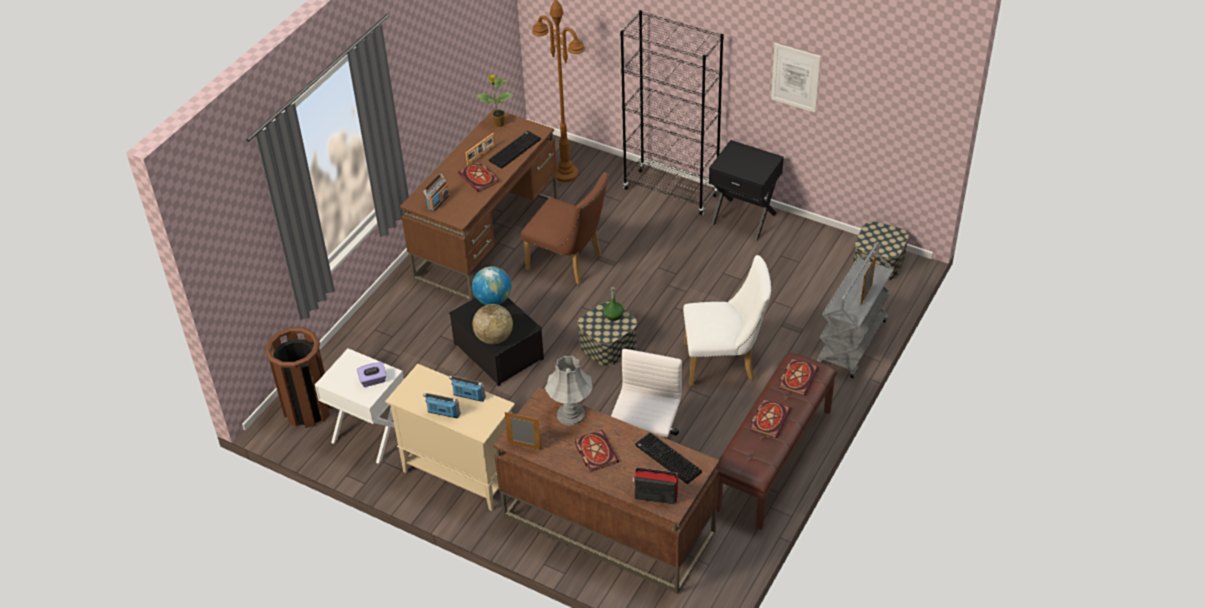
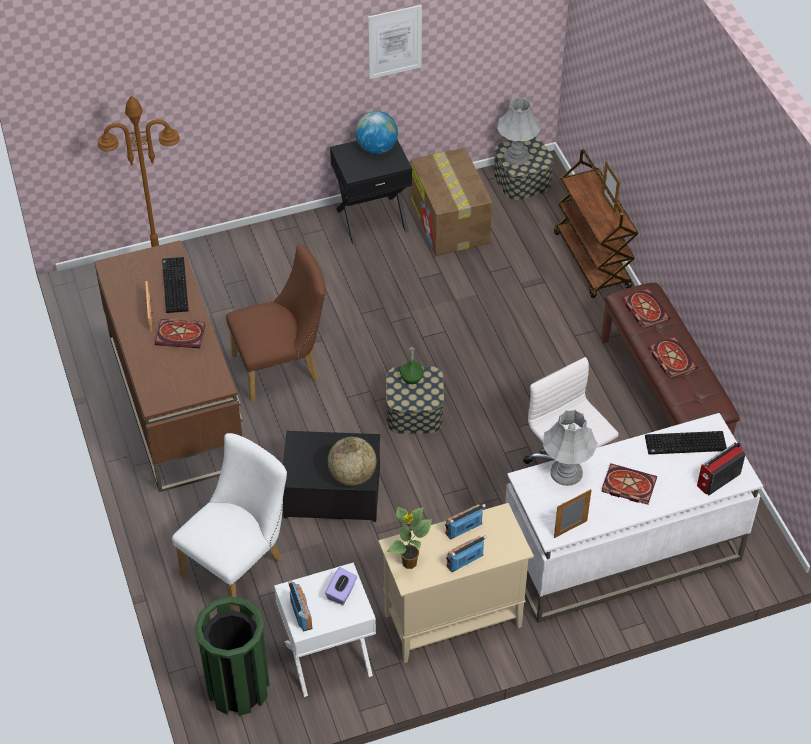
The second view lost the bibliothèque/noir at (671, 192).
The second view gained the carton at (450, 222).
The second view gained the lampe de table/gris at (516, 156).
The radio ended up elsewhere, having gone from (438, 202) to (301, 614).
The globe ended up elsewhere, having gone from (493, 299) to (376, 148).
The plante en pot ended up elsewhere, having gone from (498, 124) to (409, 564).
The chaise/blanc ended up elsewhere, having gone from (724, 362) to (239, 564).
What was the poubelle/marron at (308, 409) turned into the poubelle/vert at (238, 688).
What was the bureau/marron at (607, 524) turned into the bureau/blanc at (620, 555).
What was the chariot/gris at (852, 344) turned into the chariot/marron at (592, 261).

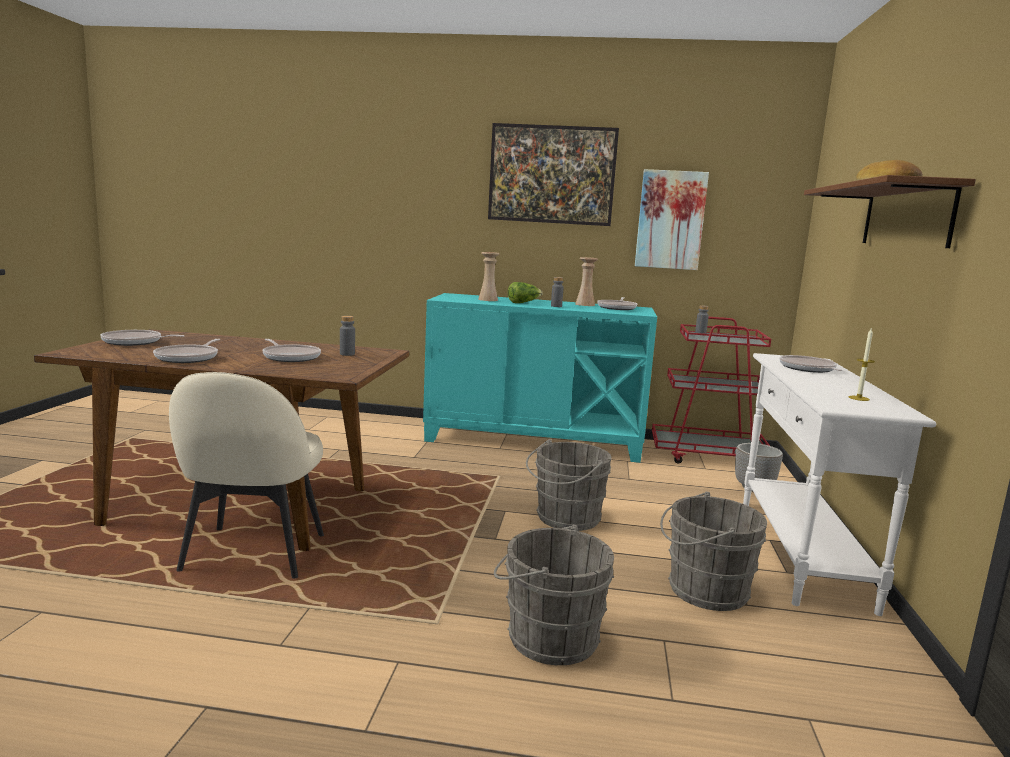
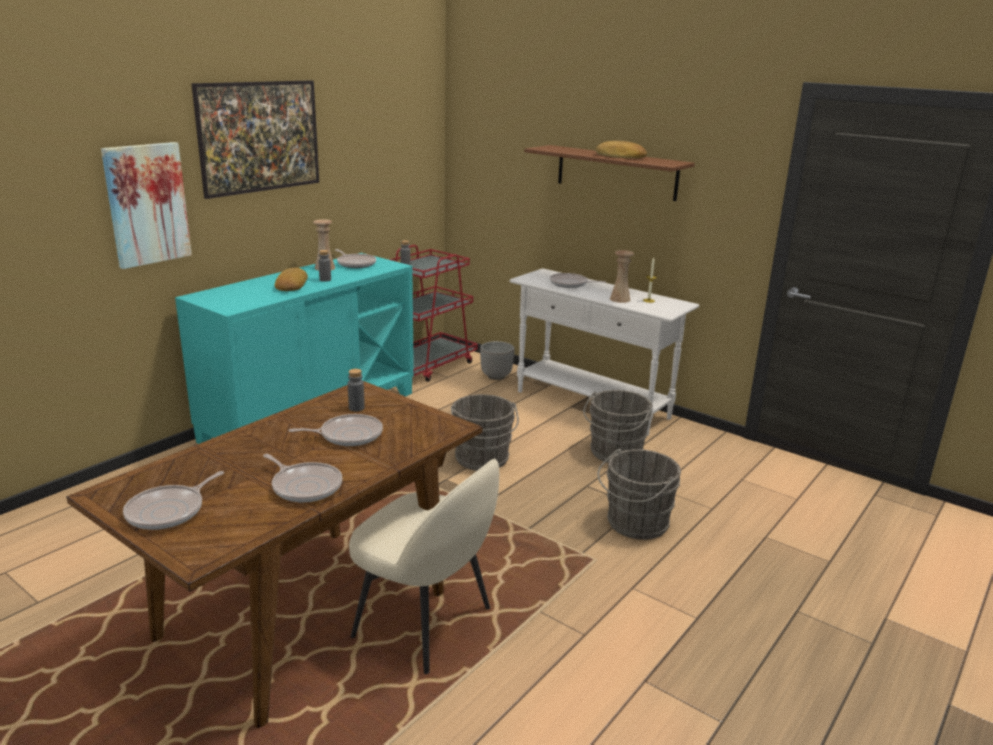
The vase/beige ended up elsewhere, having gone from (488, 299) to (620, 299).
The tableau ended up elsewhere, having gone from (670, 220) to (147, 204).
Where the laitue stood at (523, 303), the pain came to stand at (291, 285).

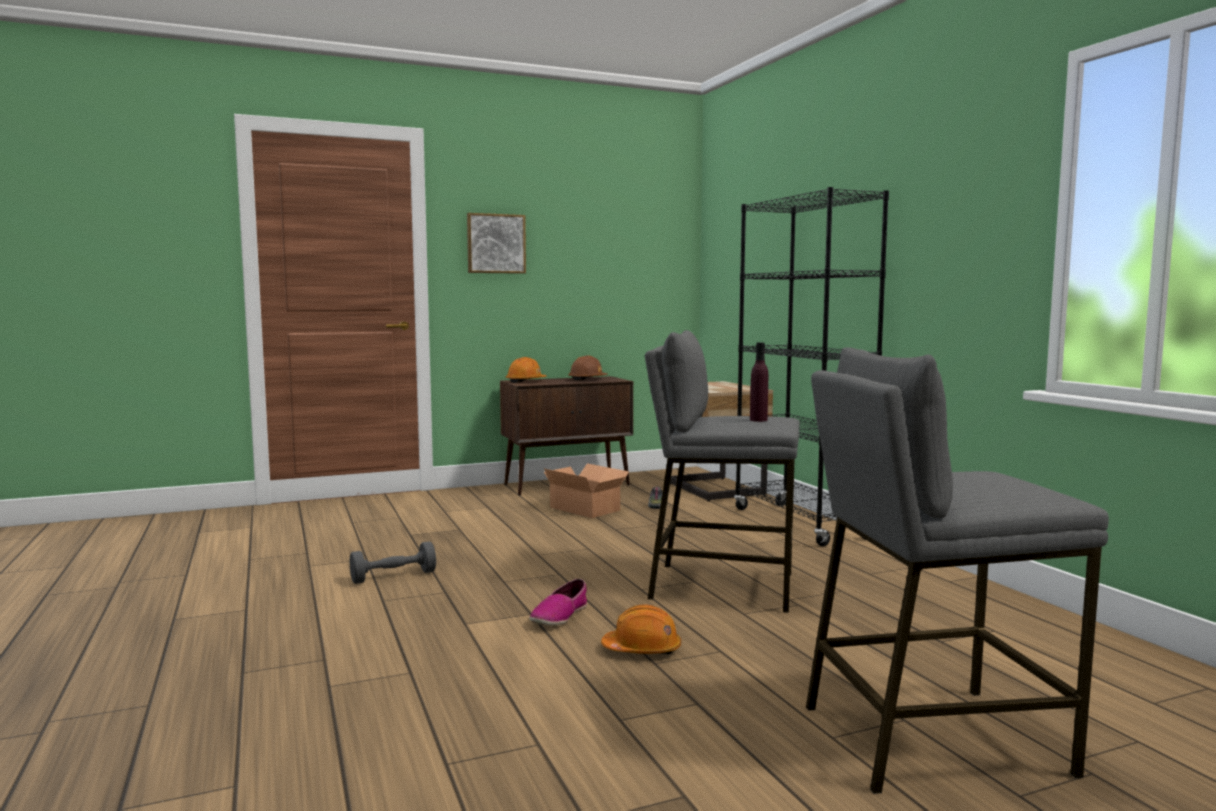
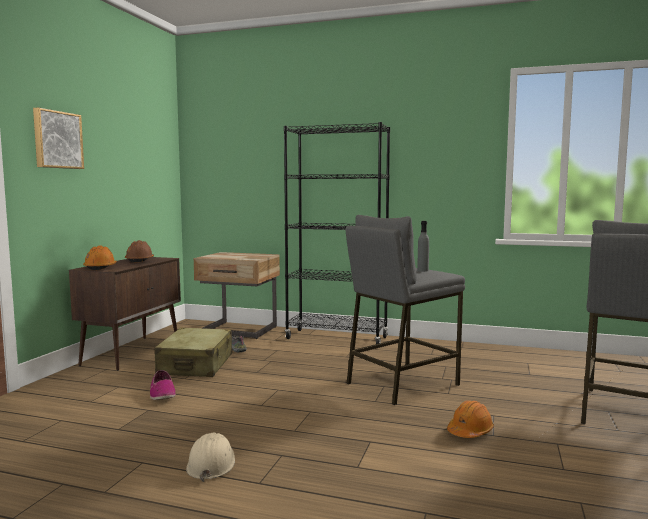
The chaussure ended up elsewhere, having gone from (559, 616) to (162, 394).
Where the haltère/gris stood at (393, 577), the casque de chantier/beige came to stand at (211, 464).
Where the carton stood at (585, 508), the valise/beige came to stand at (196, 365).
What was the bouteille/violet at (758, 420) turned into the bouteille/gris at (422, 270).

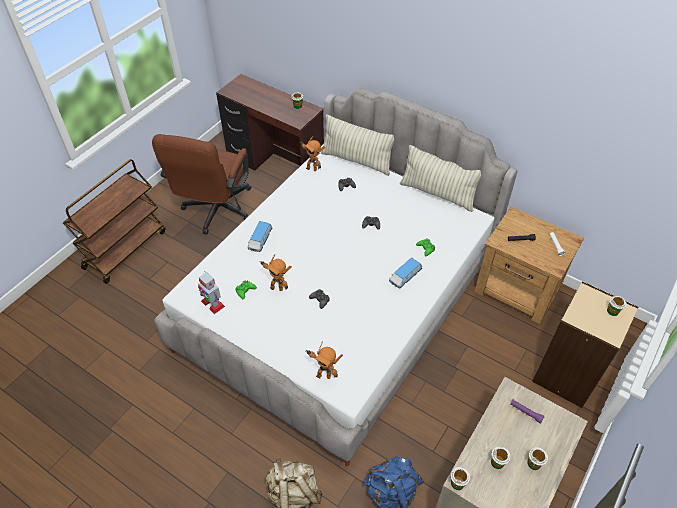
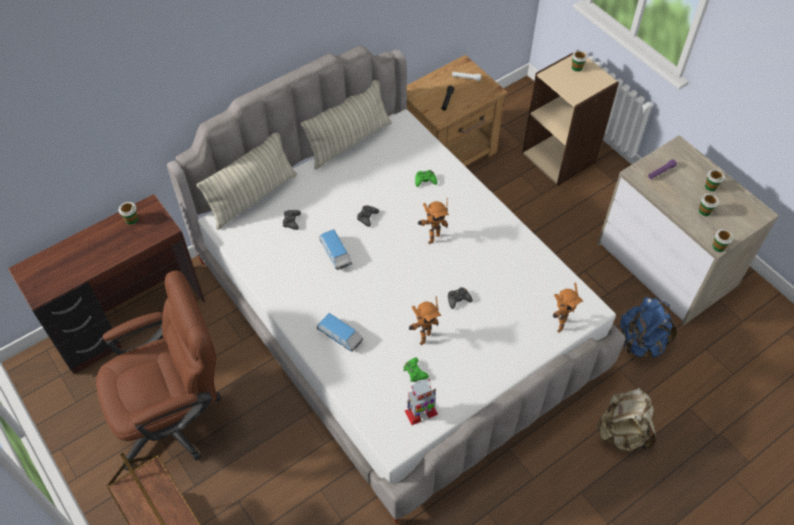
The robot jouet ended up elsewhere, having gone from (312, 168) to (432, 237).
The petite voiture ended up elsewhere, having gone from (405, 277) to (335, 254).
The chaise de bureau/marron at (216, 212) ended up facing another way, 60 degrees counterclockwise from before.

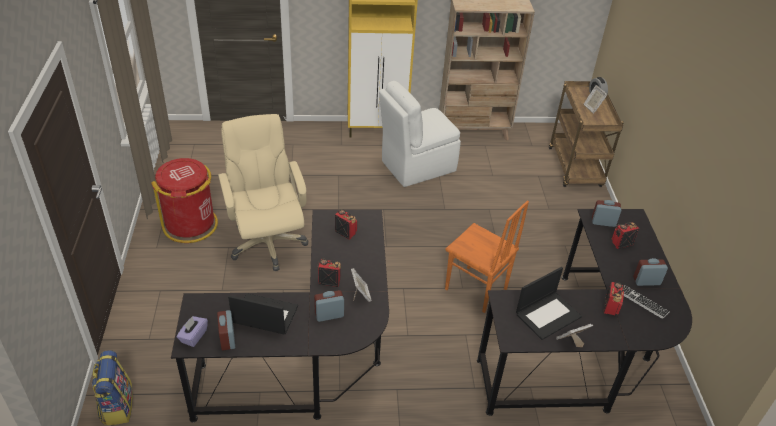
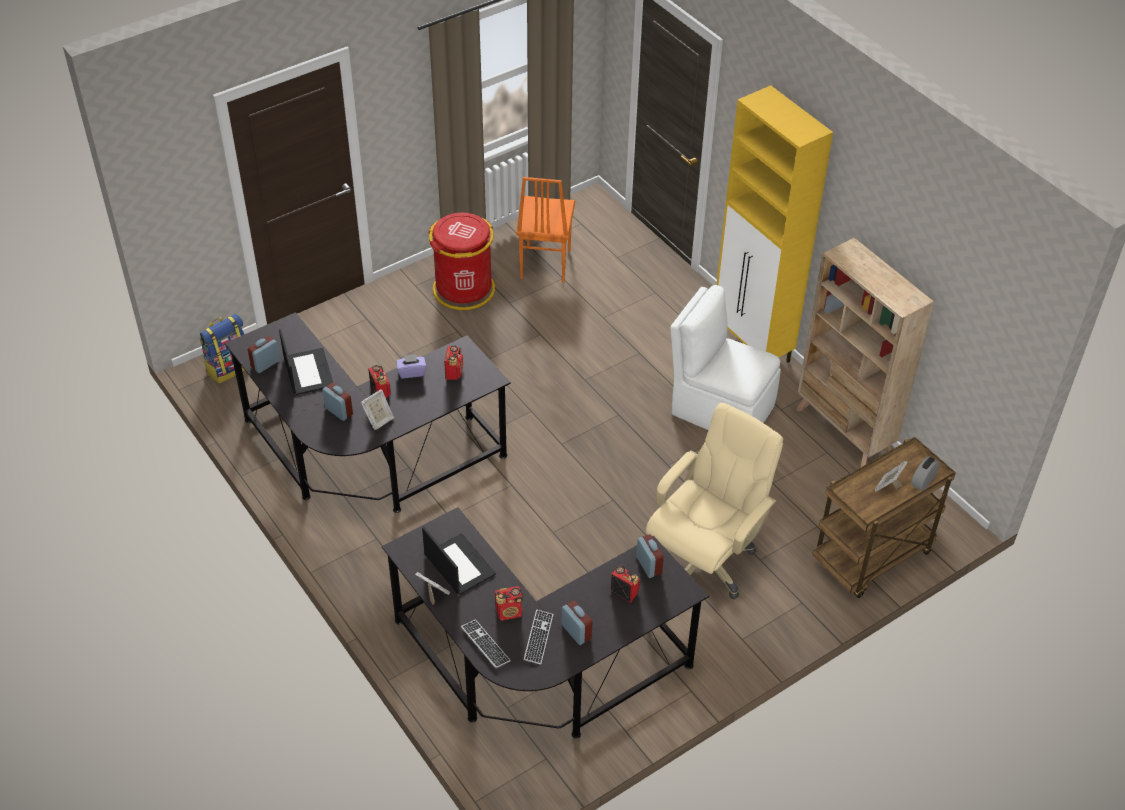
The second view gained the clavier at (485, 644).
The boîte à mouchoirs/violet ended up elsewhere, having gone from (193, 336) to (411, 372).
The chaise de bureau/beige ended up elsewhere, having gone from (267, 242) to (704, 561).
The chaise/orange ended up elsewhere, having gone from (475, 290) to (544, 264).
The ordinateur portable at (548, 315) ended up facing another way, 150 degrees counterclockwise from before.

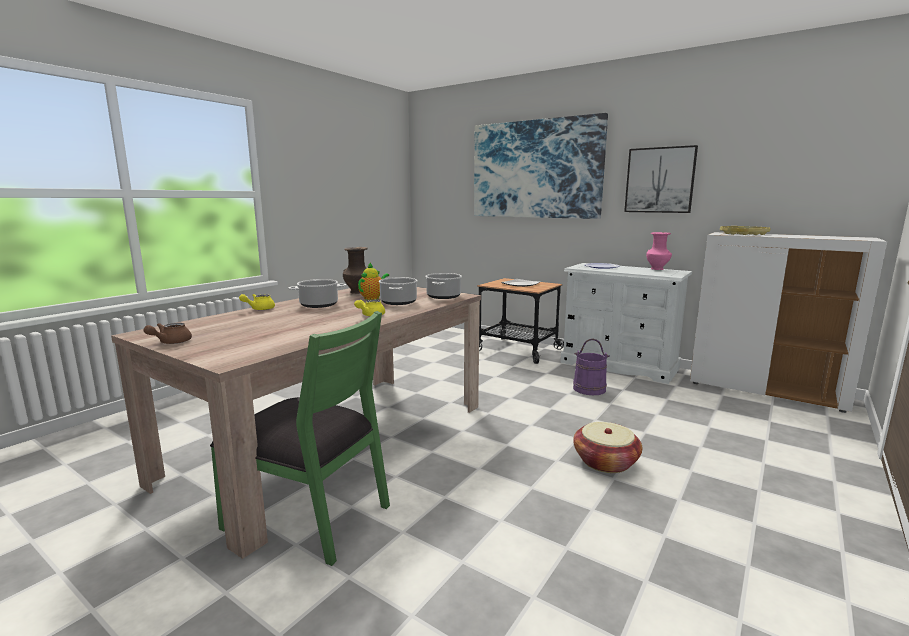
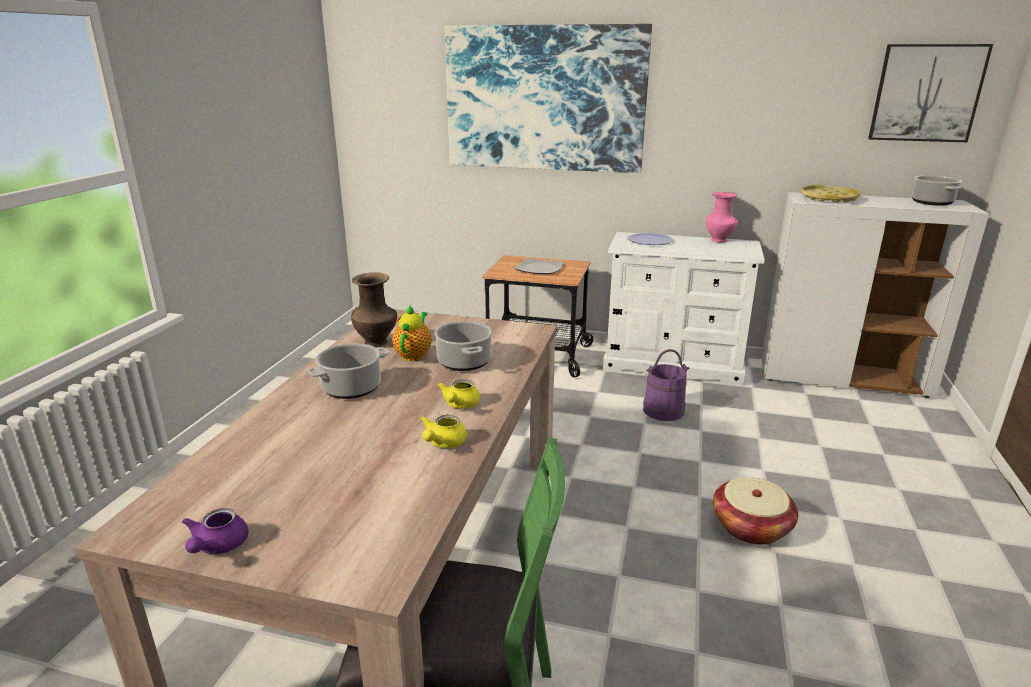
The théière/jaune ended up elsewhere, having gone from (259, 309) to (443, 443).
The marmite ended up elsewhere, having gone from (443, 296) to (931, 202).
The tableau ended up elsewhere, having gone from (659, 180) to (926, 93).
What was the théière/marron at (170, 342) turned into the théière/violet at (217, 546).

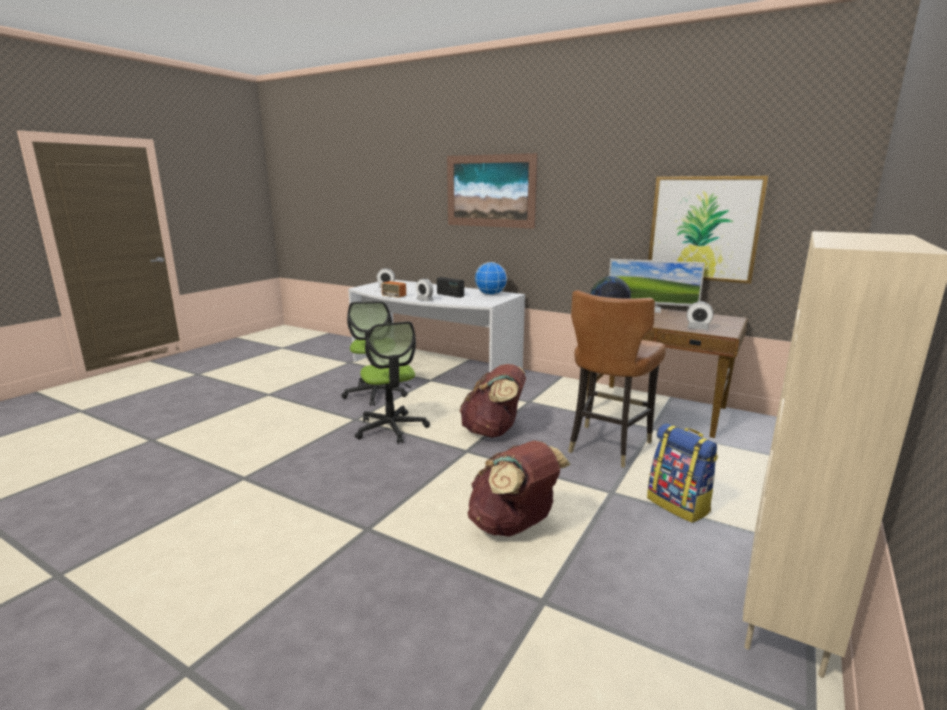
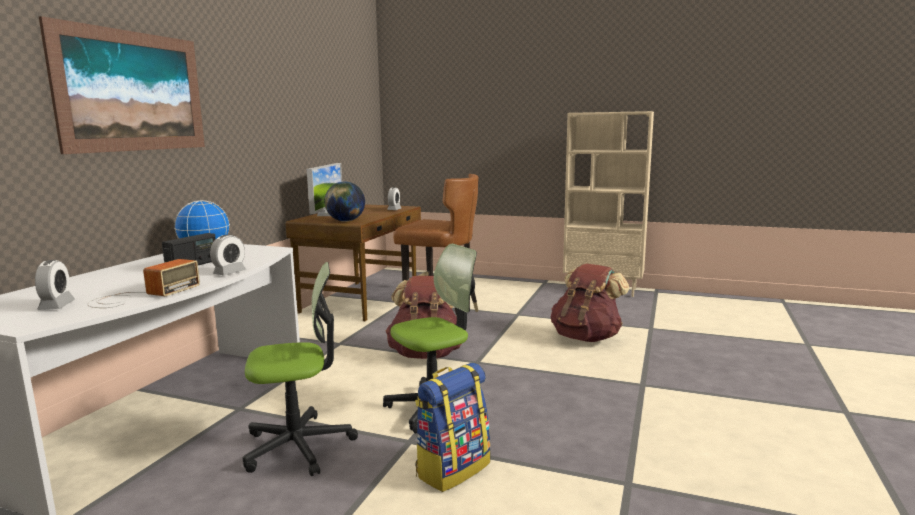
The second view lost the tableau at (703, 228).
The sac à dos ended up elsewhere, having gone from (679, 505) to (452, 468).

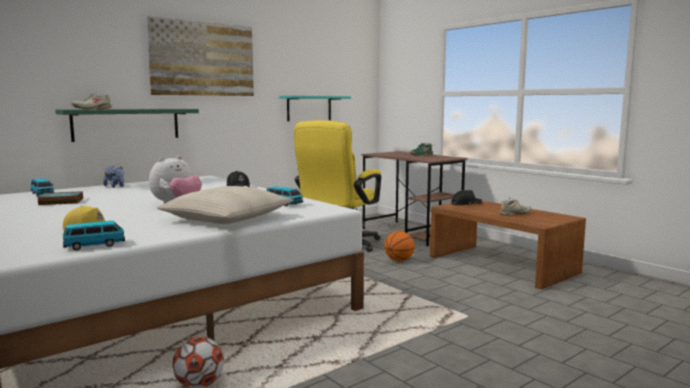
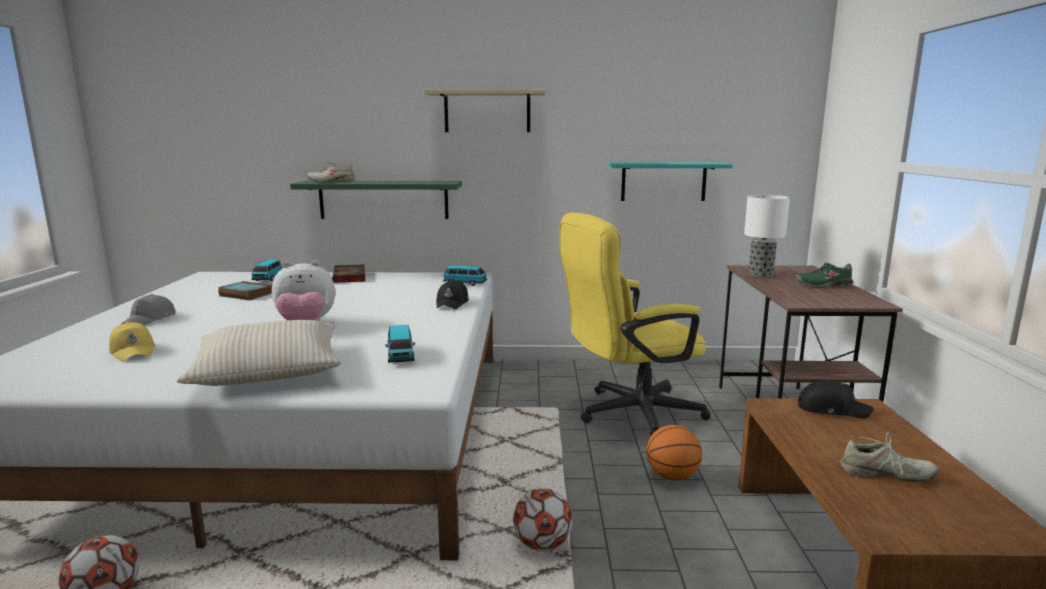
The second view gained the casquette/gris at (150, 319).
The second view gained the ballon de foot at (542, 544).
The second view gained the lampe de table at (760, 274).
The petite voiture ended up elsewhere, having gone from (95, 245) to (465, 283).
Where the peluche stood at (115, 186), the livre came to stand at (350, 277).
Where the tableau hung at (203, 59), the étagère/beige came to hang at (487, 111).

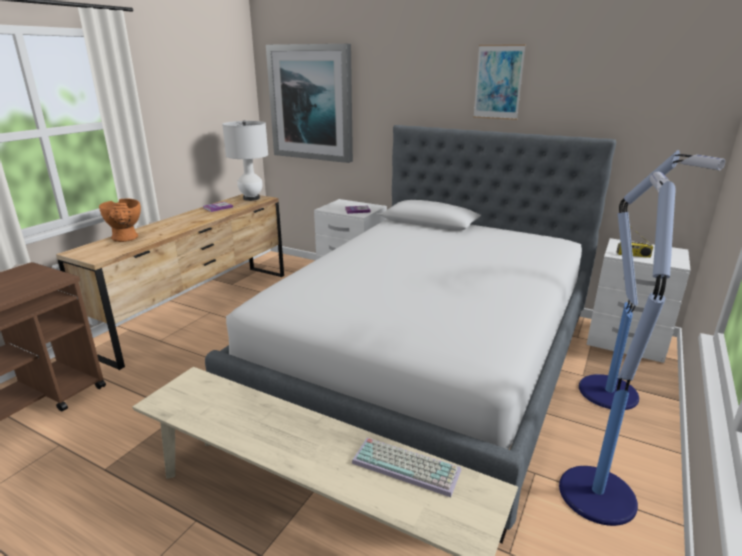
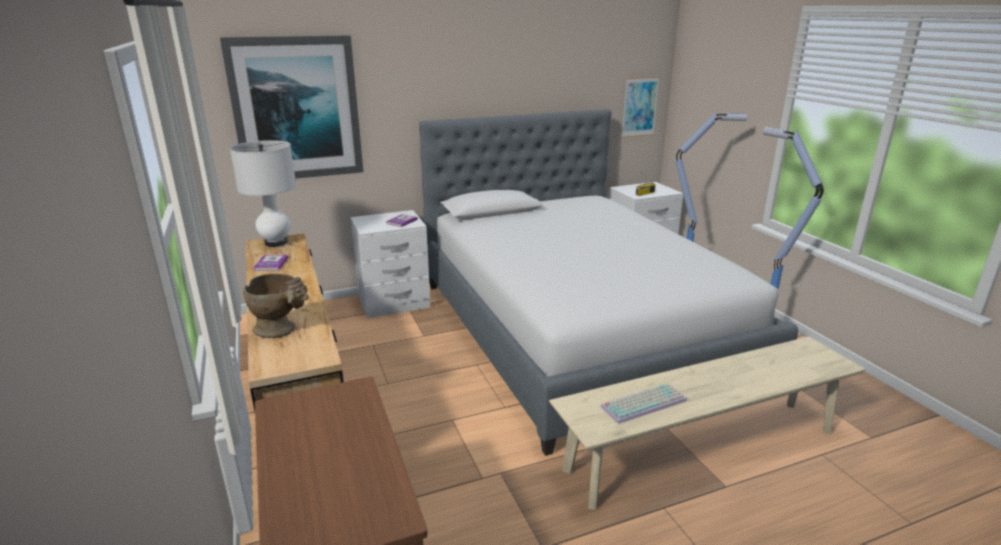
The clavier ended up elsewhere, having gone from (408, 466) to (643, 402).
The tableau ended up elsewhere, having gone from (498, 82) to (639, 107).
What was the vase/orange at (126, 239) turned into the vase/beige at (282, 330).

